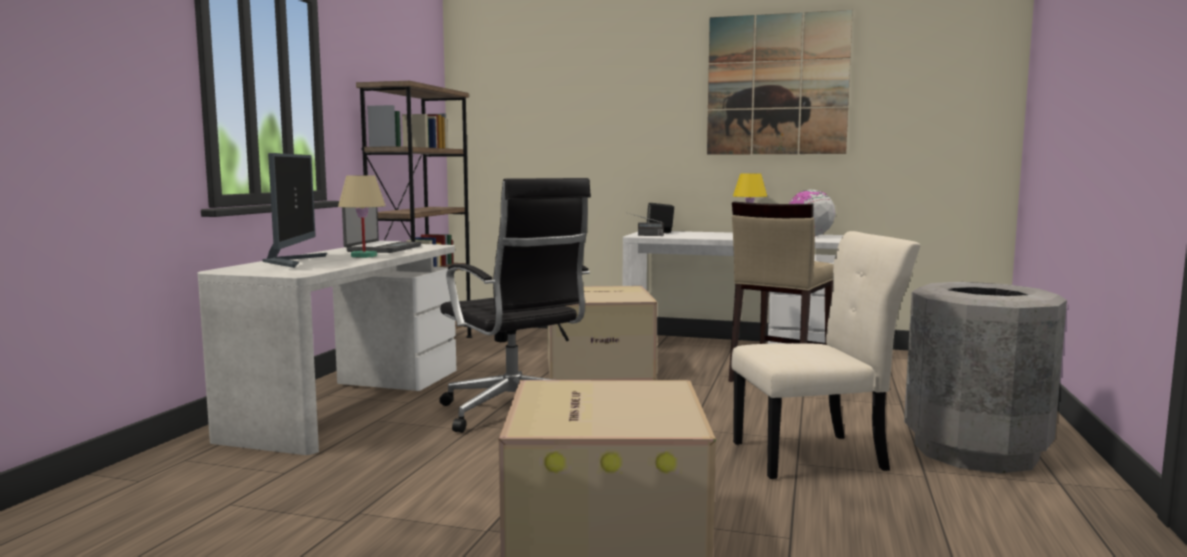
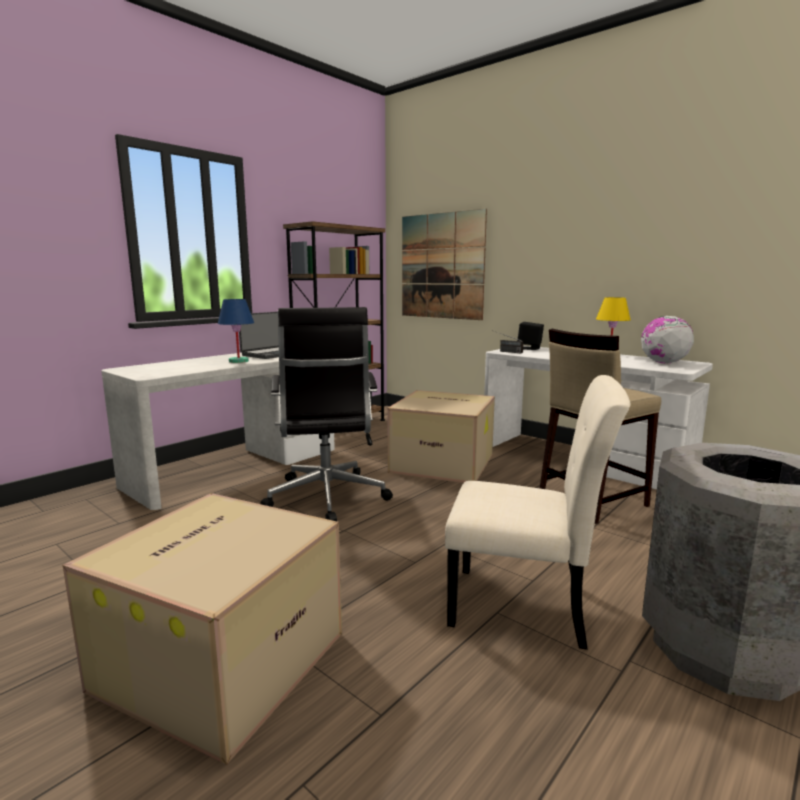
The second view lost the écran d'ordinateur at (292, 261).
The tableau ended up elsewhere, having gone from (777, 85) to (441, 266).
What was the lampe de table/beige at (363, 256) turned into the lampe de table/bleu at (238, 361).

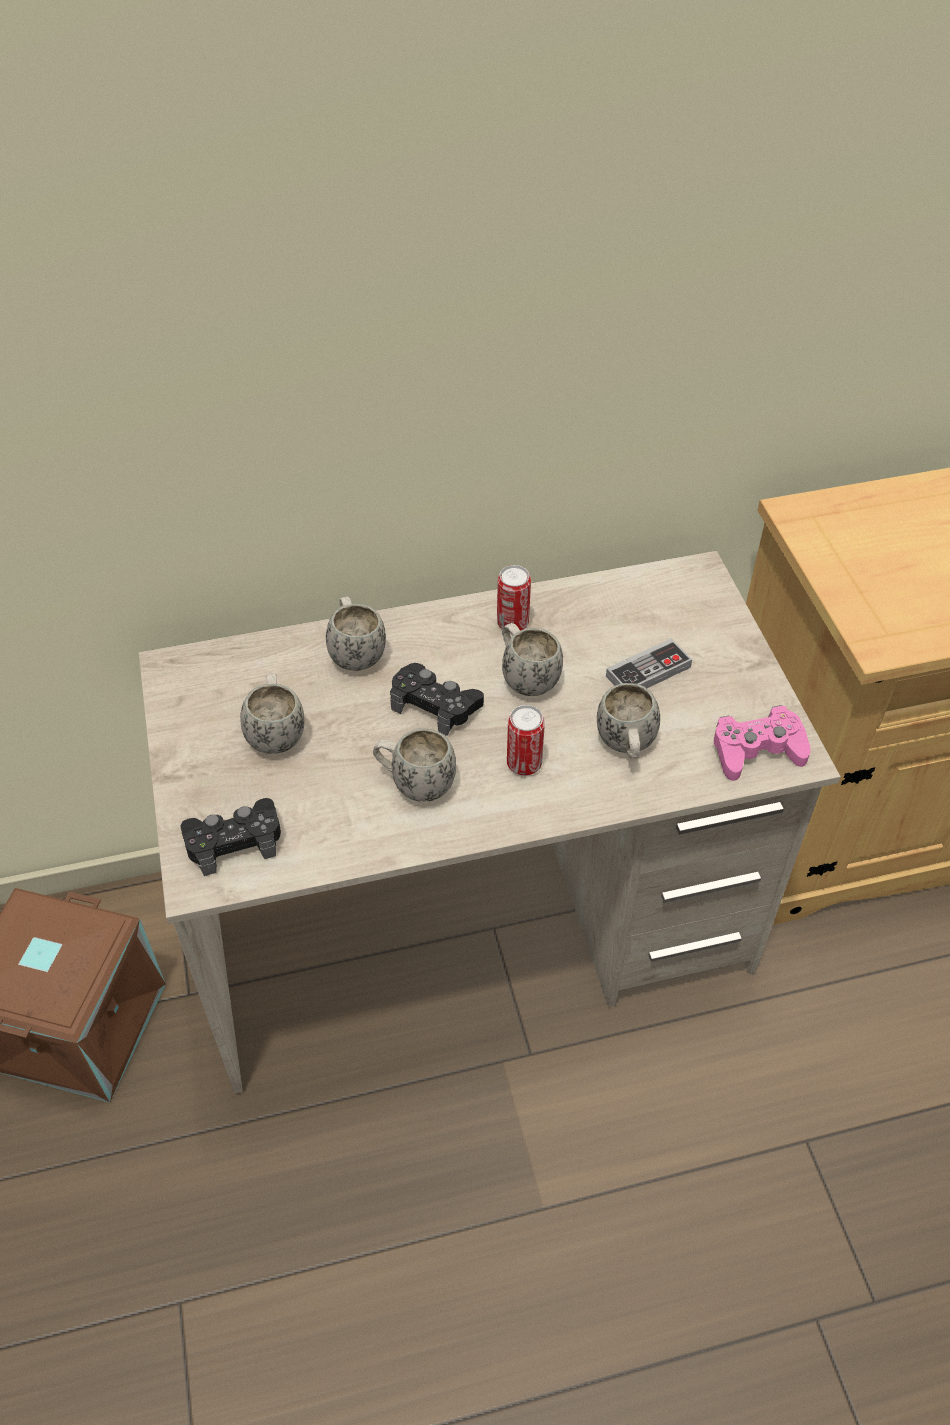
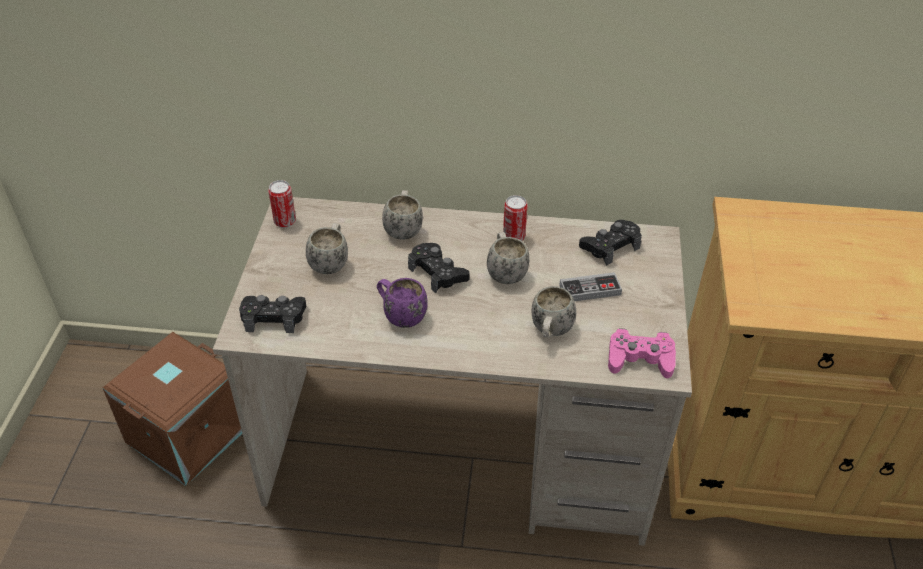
The second view gained the manette/noir at (610, 246).
The boîte métallique ended up elsewhere, having gone from (524, 764) to (285, 221).
What was the mug/blanc at (414, 783) turned into the mug/violet at (400, 315).

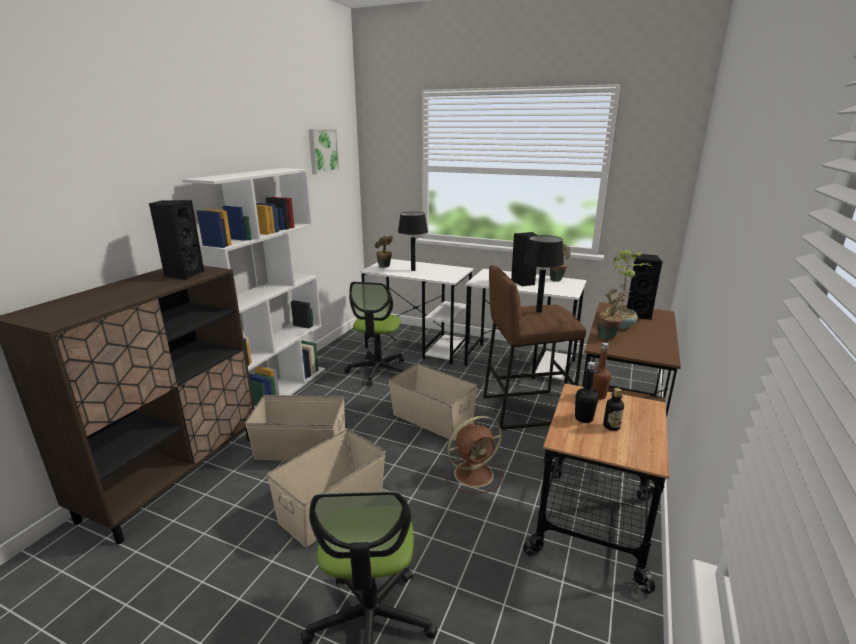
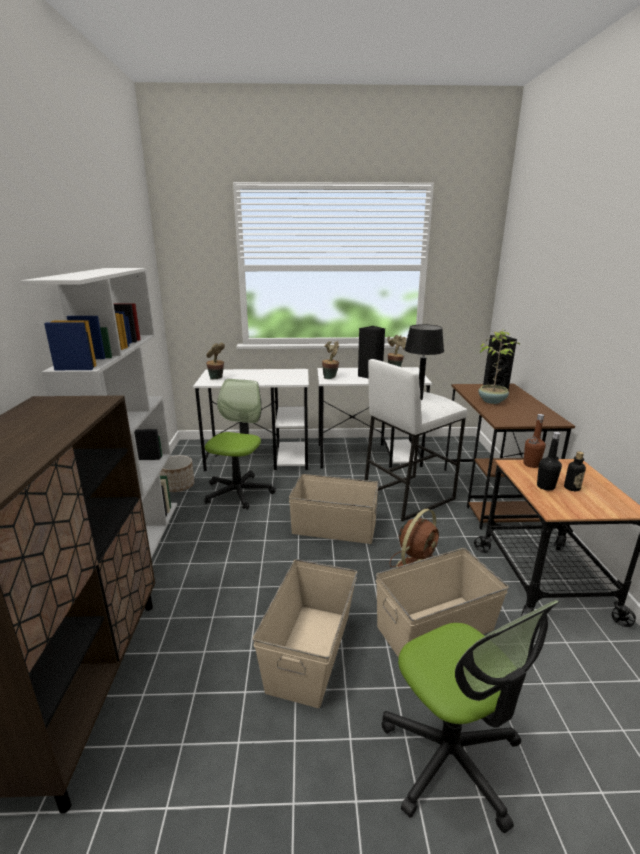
The second view lost the enceinte/noir at (183, 274).
The second view lost the tableau at (322, 151).
The second view lost the lampe de table/noir at (413, 270).
The second view gained the cache-pot at (178, 486).
The boîte de rangement/beige ended up elsewhere, having gone from (301, 449) to (436, 628).
The plante en pot ended up elsewhere, having gone from (608, 337) to (331, 377).
What was the tabouret/marron at (525, 409) turned into the tabouret/blanc at (408, 496).
The chaise de bureau at (378, 371) ended up facing another way, 150 degrees counterclockwise from before.

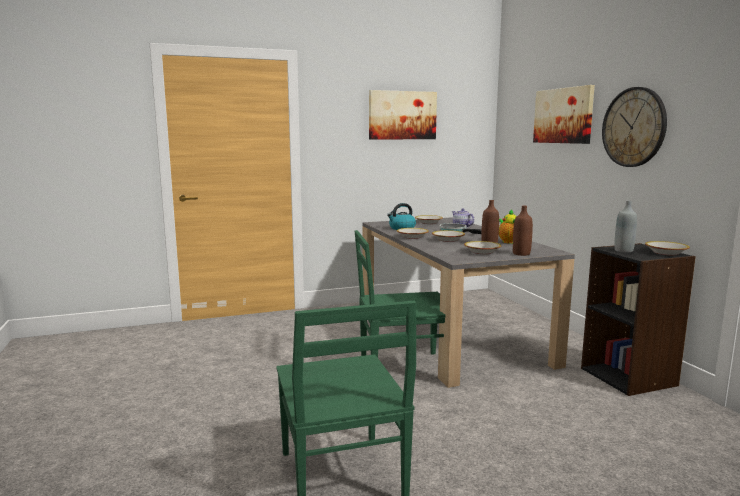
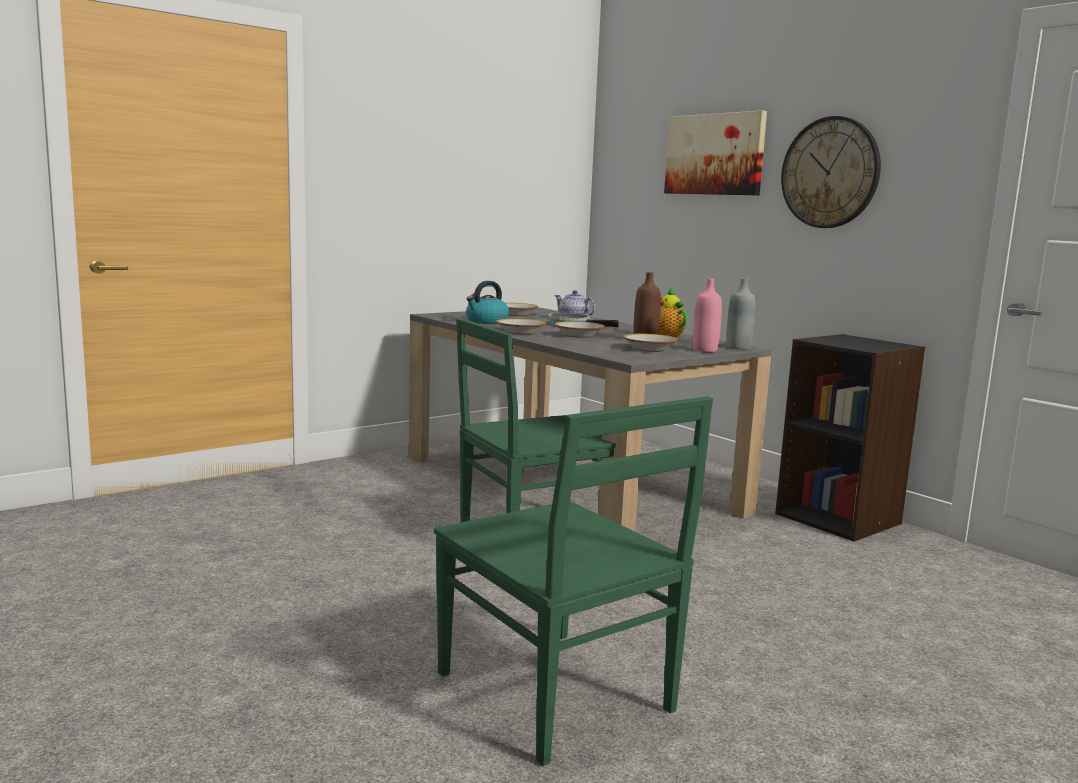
The second view lost the tableau at (402, 115).
The second view lost the bol at (666, 253).
The bouteille/gris ended up elsewhere, having gone from (623, 250) to (738, 347).
What was the bouteille/marron at (521, 254) turned into the bouteille/rose at (705, 350).

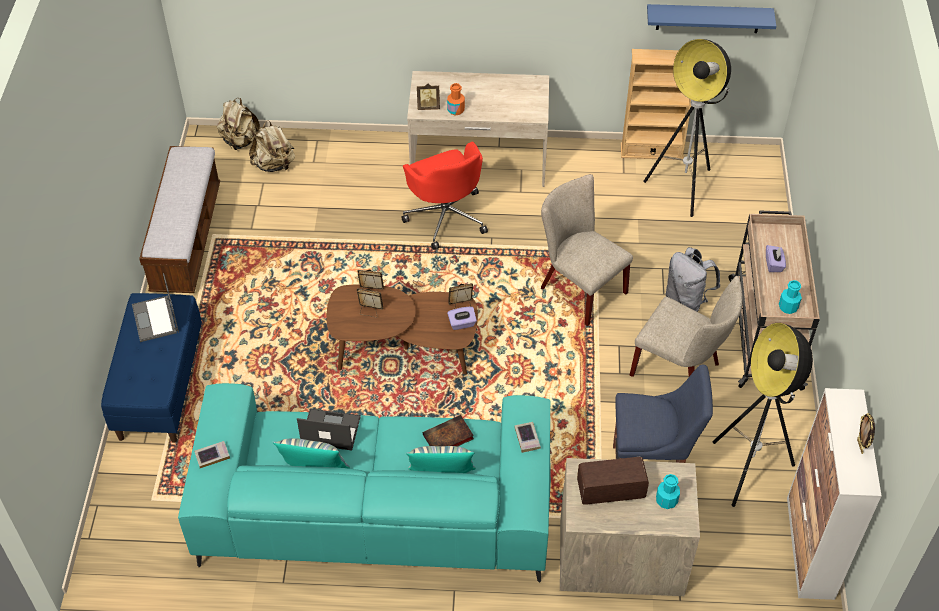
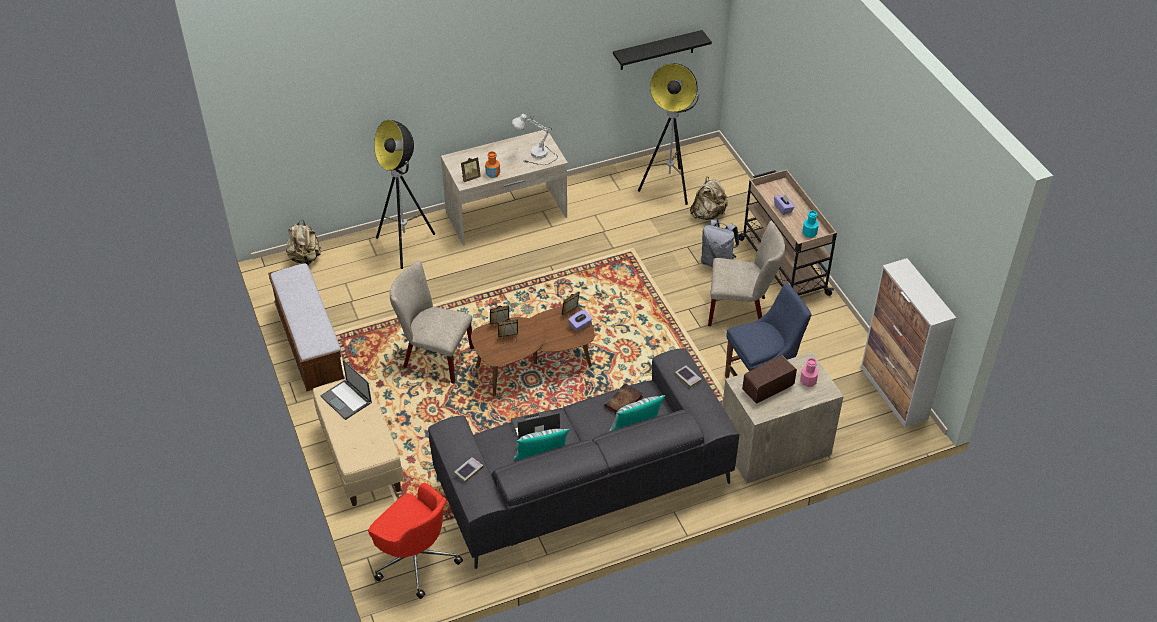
The second view lost the bibliothèque/beige at (651, 151).
The second view lost the cadre photo at (860, 446).
The second view gained the lampe de table/blanc at (536, 157).
The sac à dos/beige ended up elsewhere, having gone from (274, 165) to (708, 214).
The chaise de bureau/rouge ended up elsewhere, having gone from (446, 216) to (415, 559).
The chaise/beige ended up elsewhere, having gone from (578, 288) to (433, 357).
The lampadaire ended up elsewhere, having gone from (749, 471) to (406, 246).
What was the banc/bleu at (159, 386) turned into the banc/beige at (360, 456).
What was the canapé/turquoise at (375, 510) turned into the canapé/gris at (583, 481).
What was the étagère/bleu at (708, 18) turned into the étagère/noir at (657, 50).
What was the bouteille/turquoise at (666, 500) turned into the bouteille/rose at (808, 381).

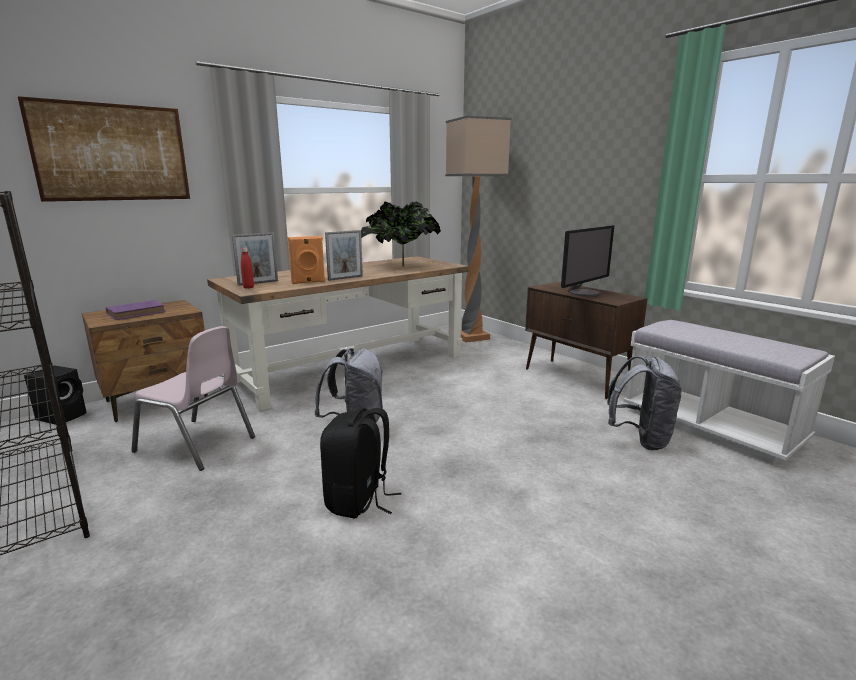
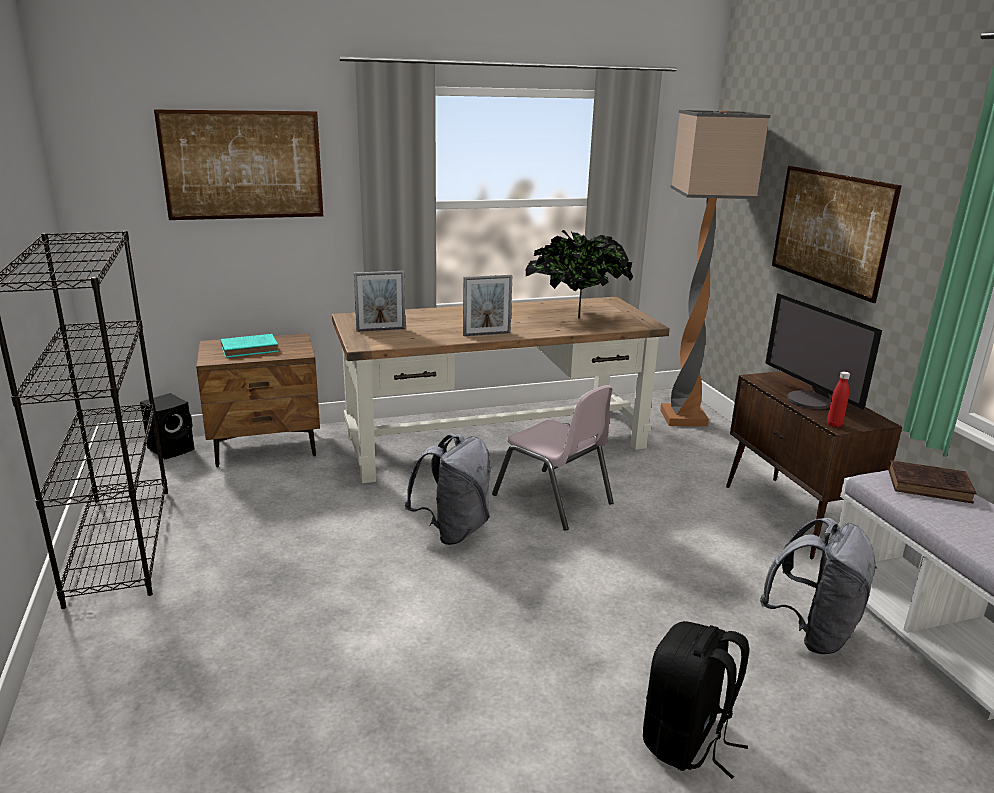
The second view lost the enceinte/orange at (308, 282).
The second view gained the tableau at (830, 230).
The second view gained the livre/marron at (931, 486).
The chaise/rose ended up elsewhere, having gone from (196, 444) to (553, 499).
The bouteille/rouge ended up elsewhere, having gone from (248, 287) to (834, 425).
The sac à dos/noir ended up elsewhere, having gone from (359, 500) to (687, 741).
What was the livre/violet at (138, 313) turned into the livre/turquoise at (251, 349).
The écran d'ordinateur at (583, 293) ended up facing another way, 90 degrees clockwise from before.

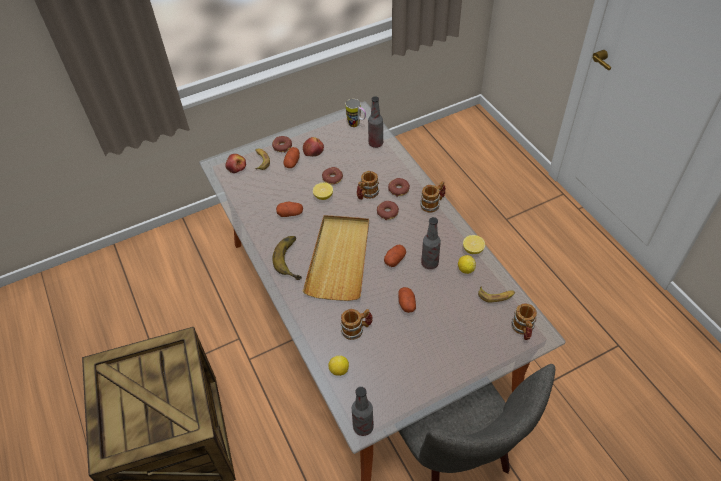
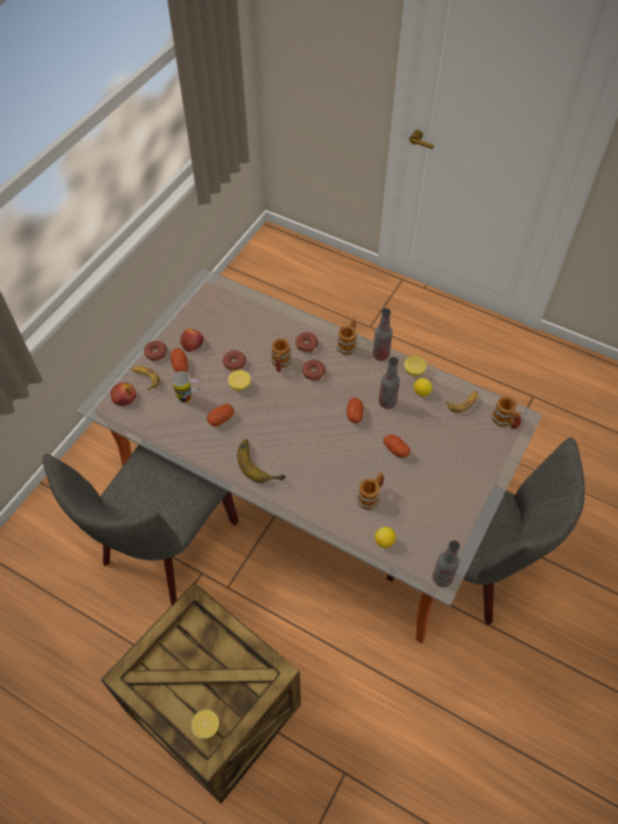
The second view lost the plateau/beige at (339, 258).
The second view gained the chaise/gris at (164, 548).
The second view gained the citron at (206, 727).
The mug ended up elsewhere, having gone from (357, 125) to (189, 397).
The bouteille ended up elsewhere, having gone from (376, 143) to (380, 355).

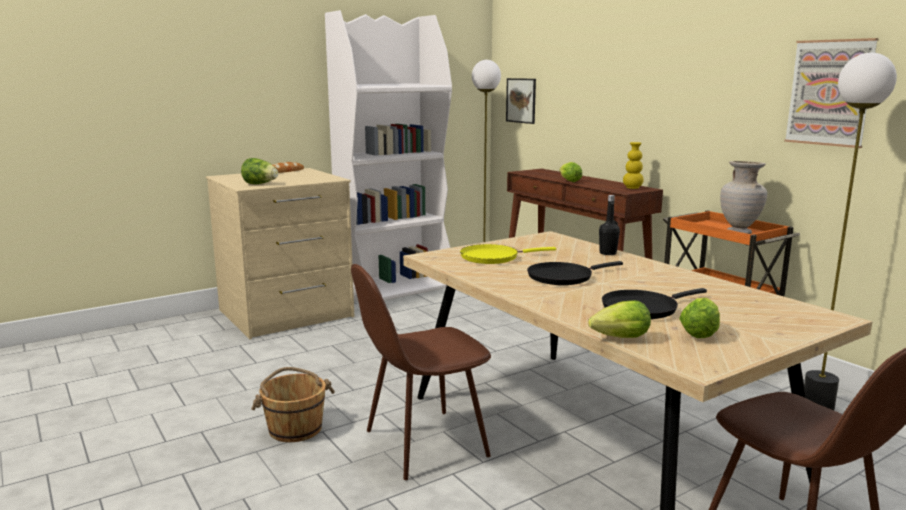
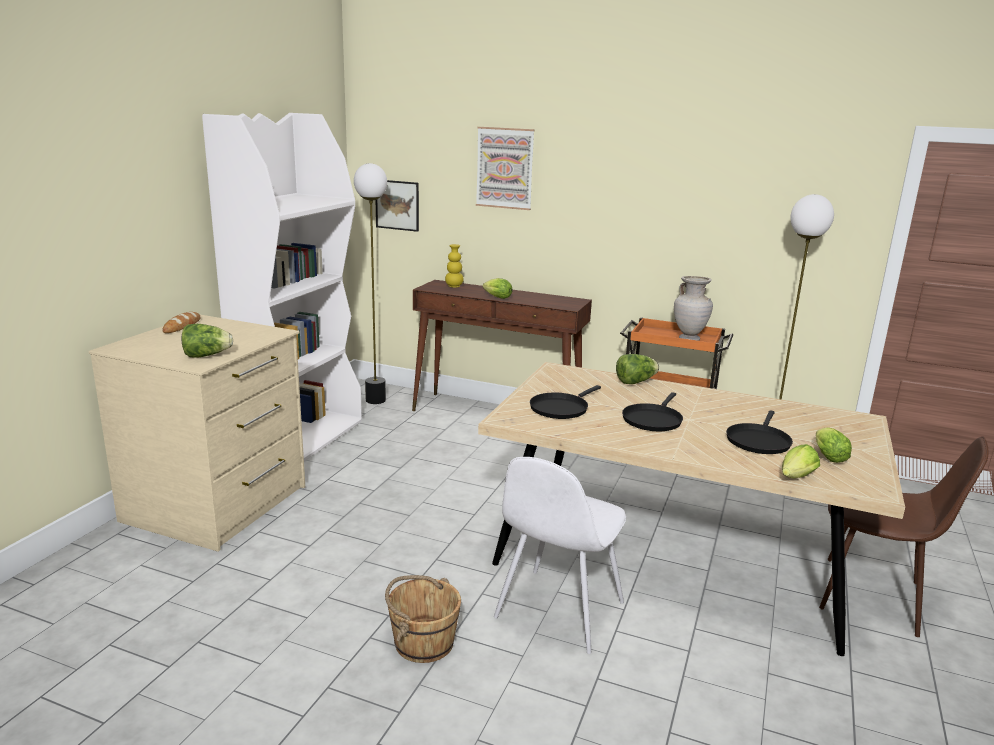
The vase/jaune ended up elsewhere, having gone from (632, 188) to (454, 286).
The tableau ended up elsewhere, having gone from (829, 93) to (505, 168).
Where the bouteille/noir stood at (608, 253), the laitue came to stand at (635, 382).
What was the chaise/marron at (422, 444) turned into the chaise/blanc at (558, 612).
What was the poêle/jaune at (493, 257) turned into the poêle/noir at (561, 408).

